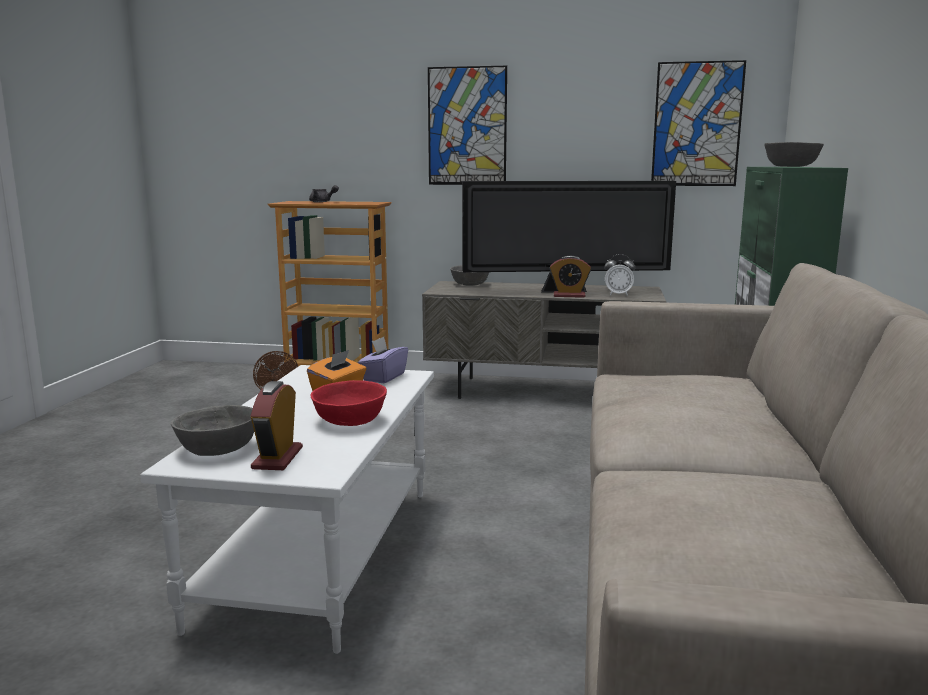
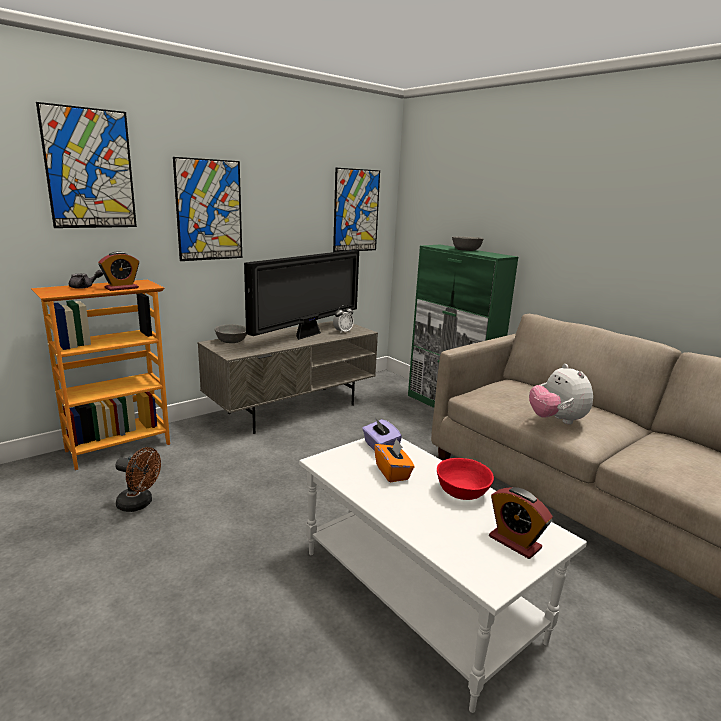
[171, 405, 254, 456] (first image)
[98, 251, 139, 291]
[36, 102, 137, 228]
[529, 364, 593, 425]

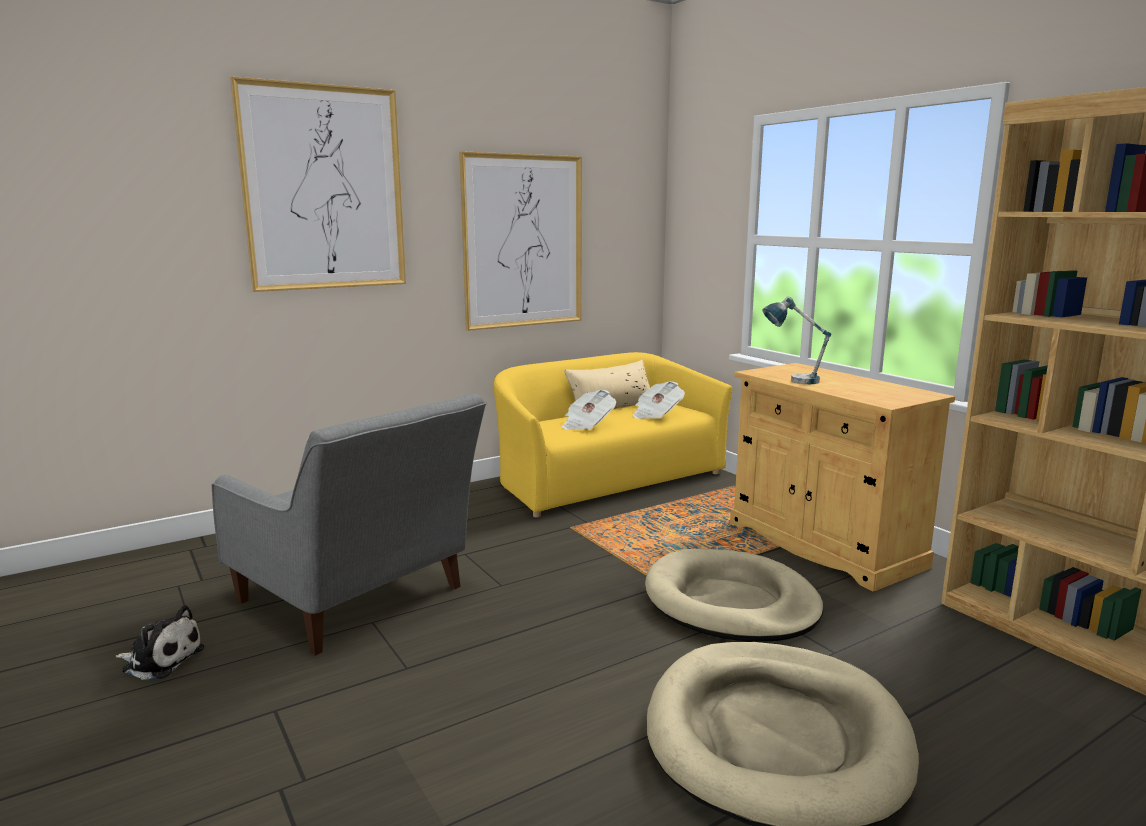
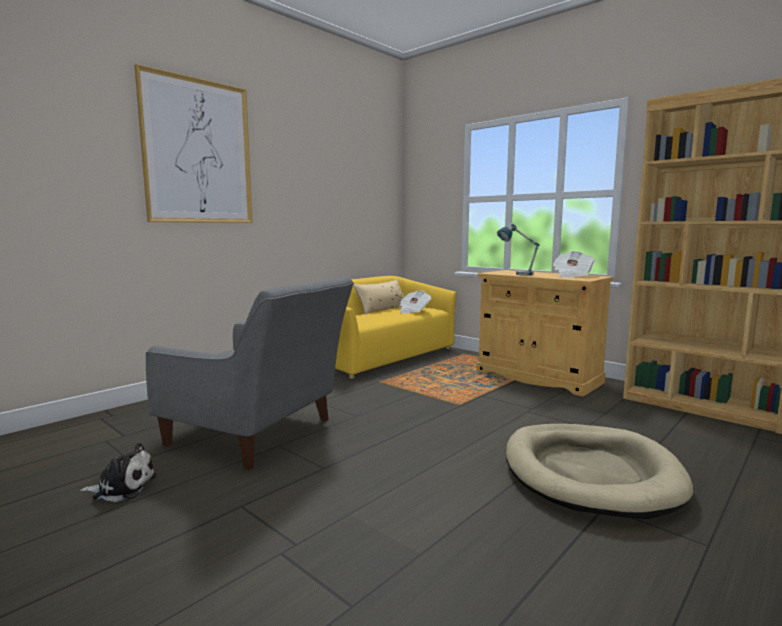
[459, 151, 582, 331] (first image)
[553, 251, 596, 278]
[645, 549, 824, 642] (first image)

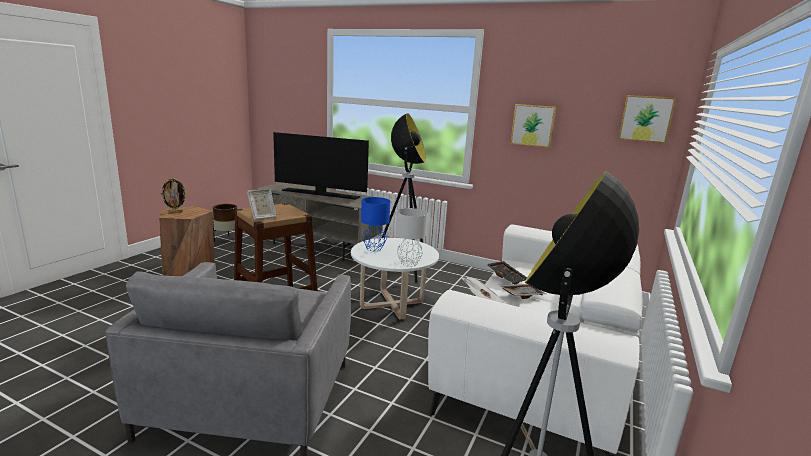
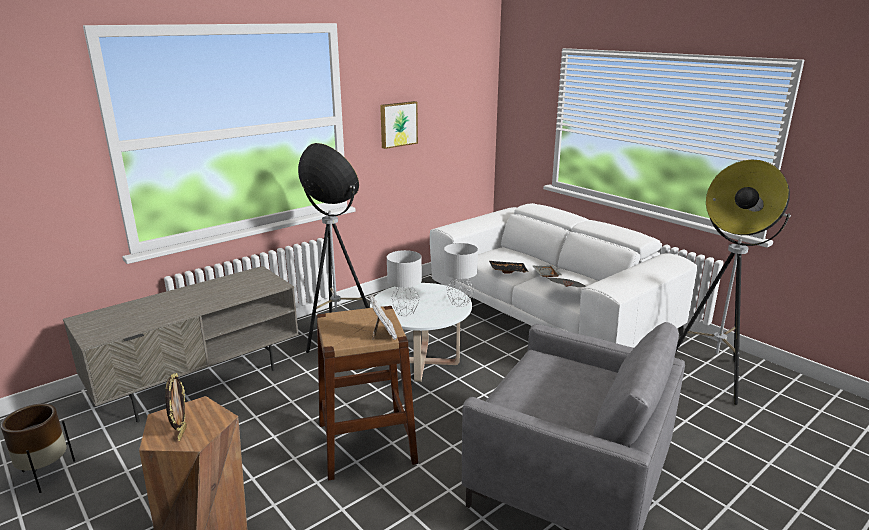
[273, 132, 369, 200] (first image)
[387, 250, 422, 316]
[618, 95, 676, 143] (first image)

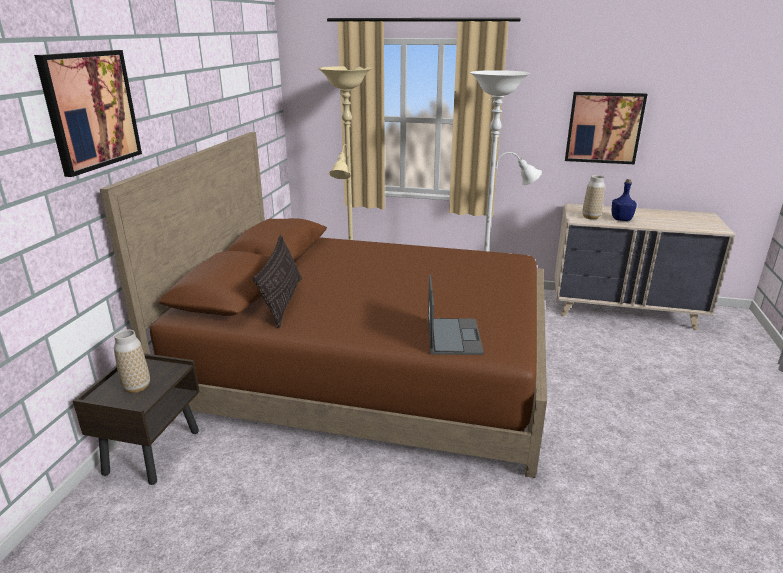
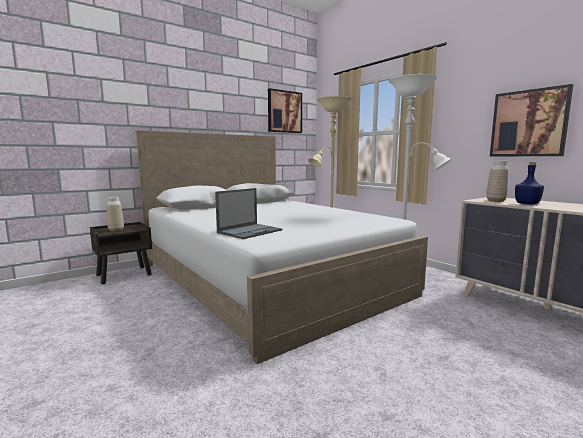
[268, 88, 302, 133]
[136, 131, 428, 364]
[253, 235, 302, 328] (first image)

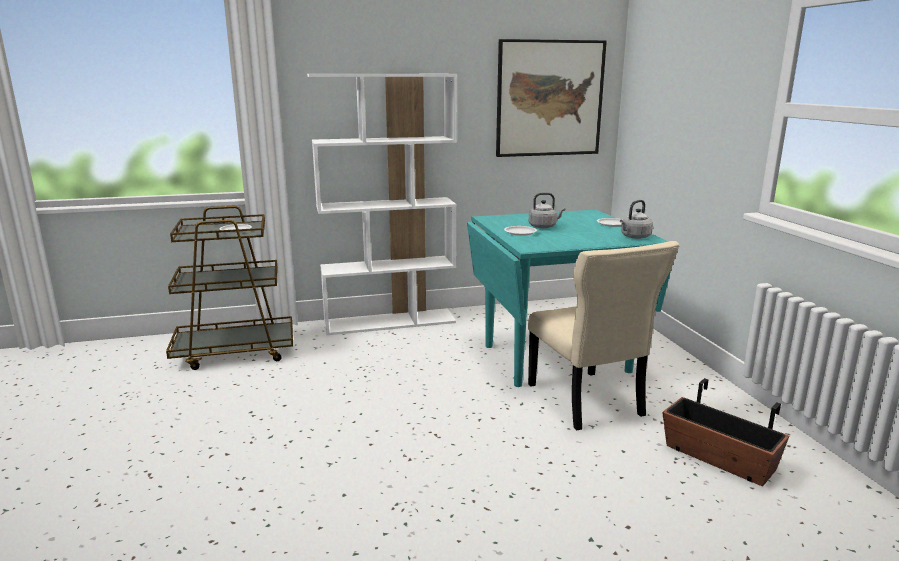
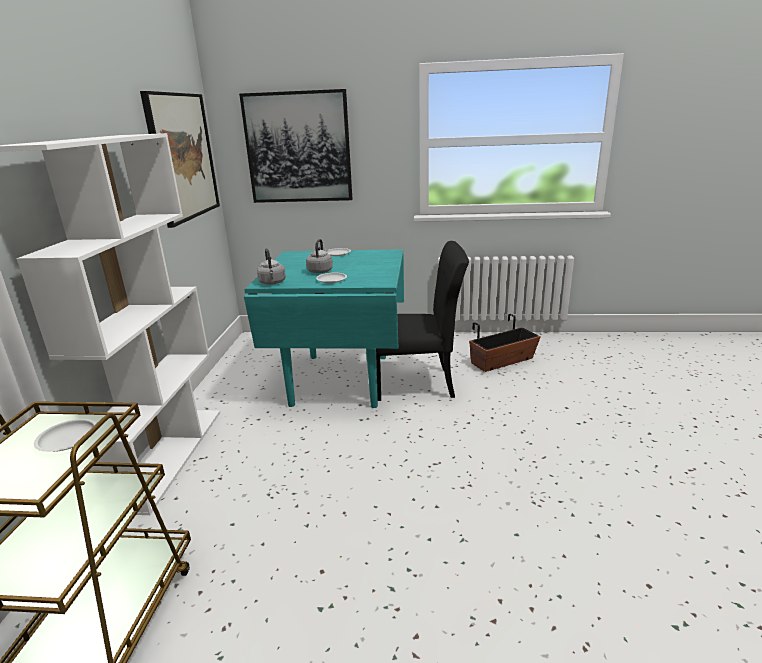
[376, 241, 469, 401]
[257, 248, 286, 285]
[239, 89, 352, 203]

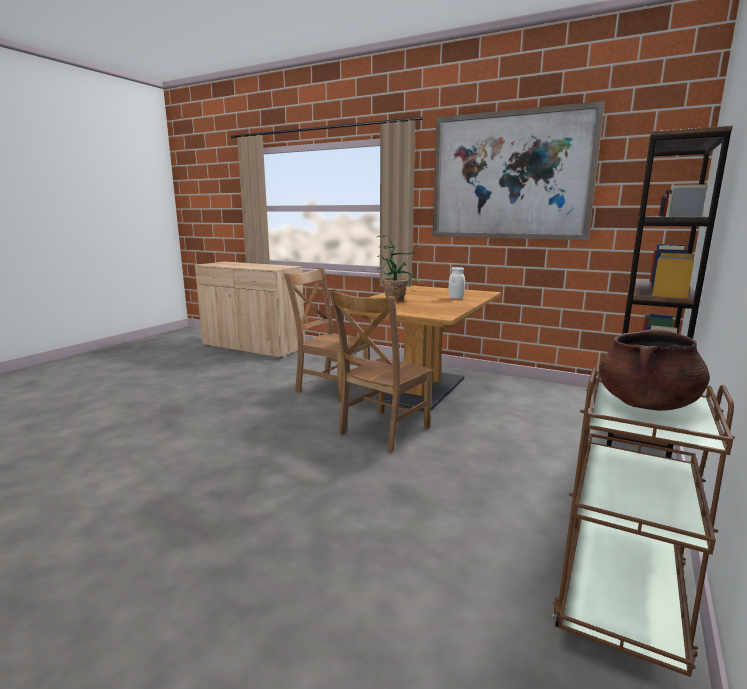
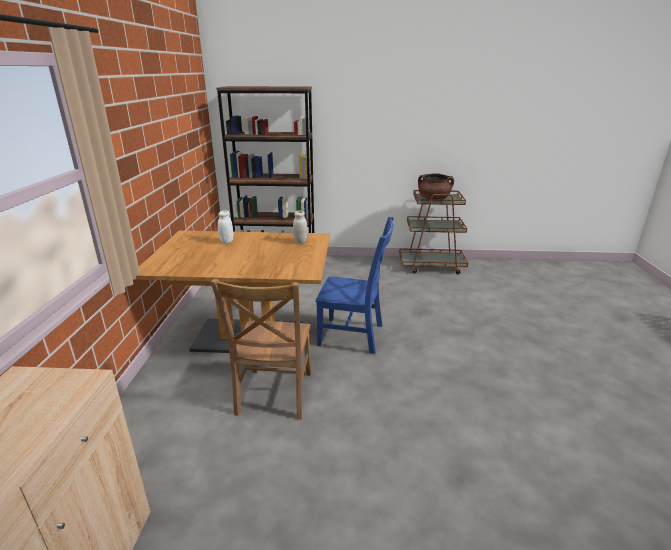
[316, 217, 394, 354]
[377, 235, 424, 302] (first image)
[433, 101, 605, 240] (first image)
[293, 211, 308, 244]

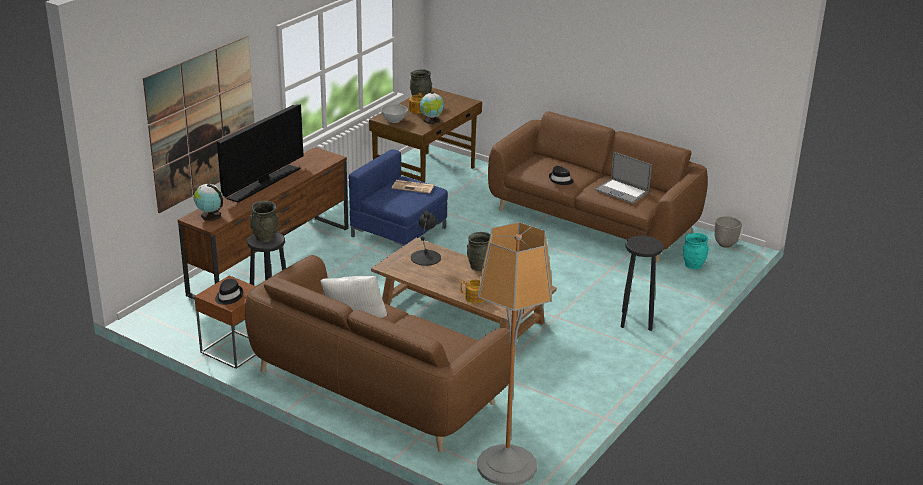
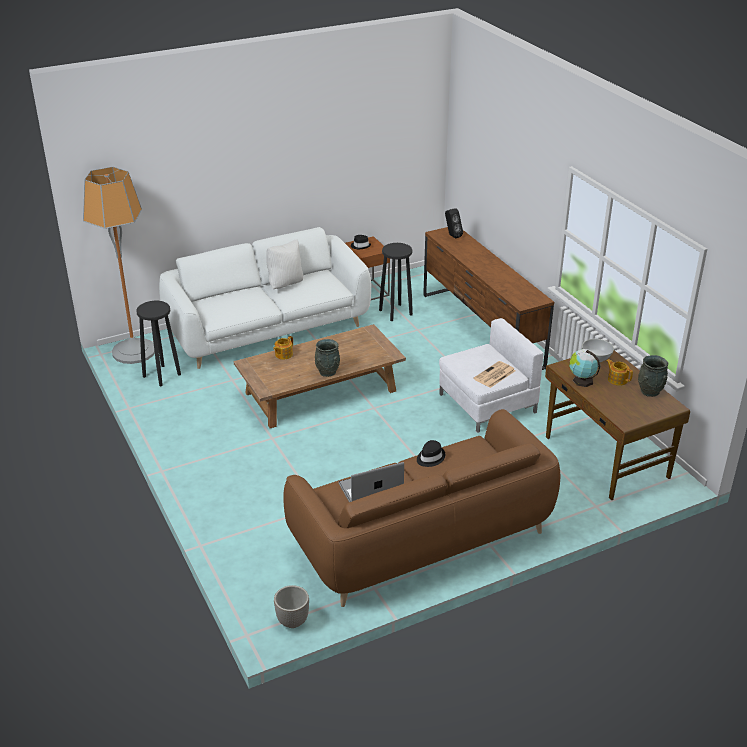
[143, 36, 254, 213] (first image)
[445, 208, 463, 239]
[217, 104, 303, 203] (first image)
[159, 227, 371, 369]
[250, 201, 279, 242] (first image)
[439, 318, 544, 433]
[411, 211, 441, 266] (first image)
[136, 301, 181, 386]
[683, 233, 709, 269] (first image)

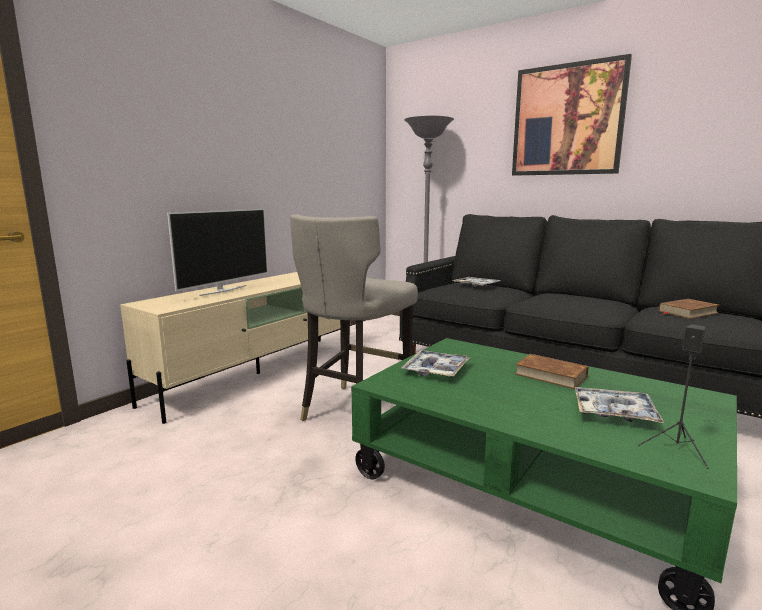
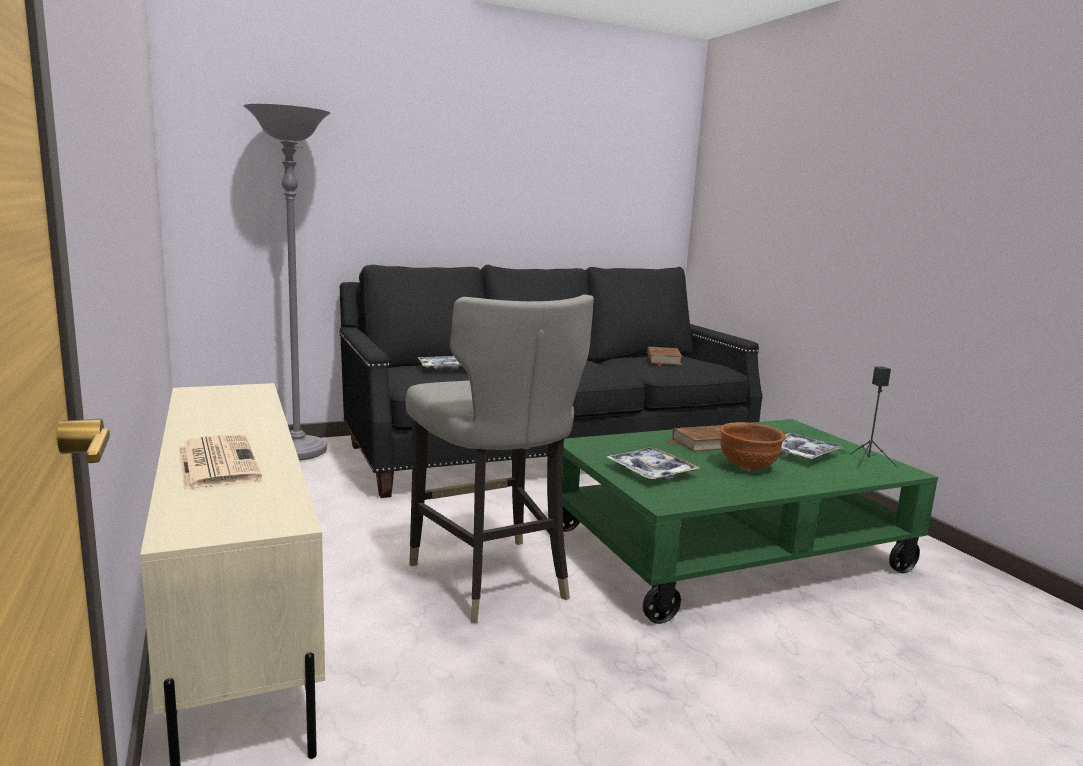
[179, 434, 262, 490]
[512, 54, 632, 176] (first image)
[720, 422, 786, 471]

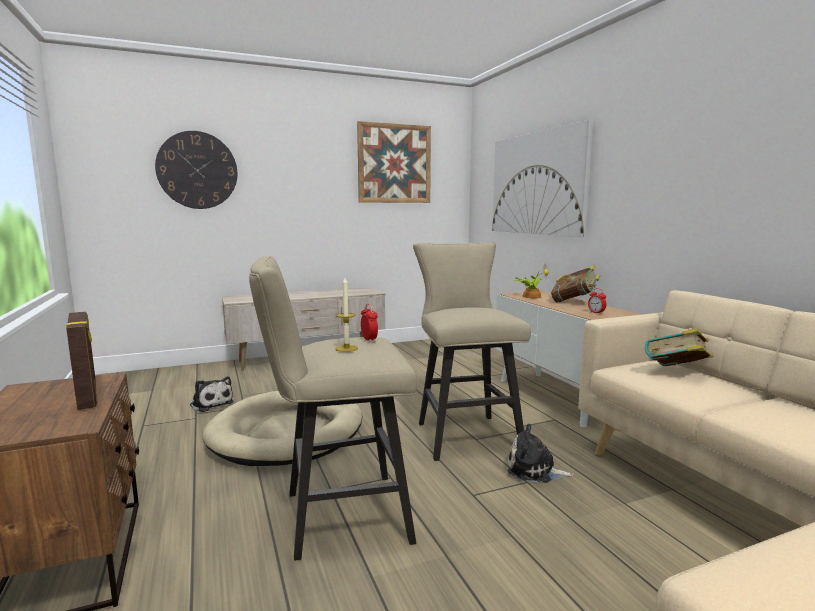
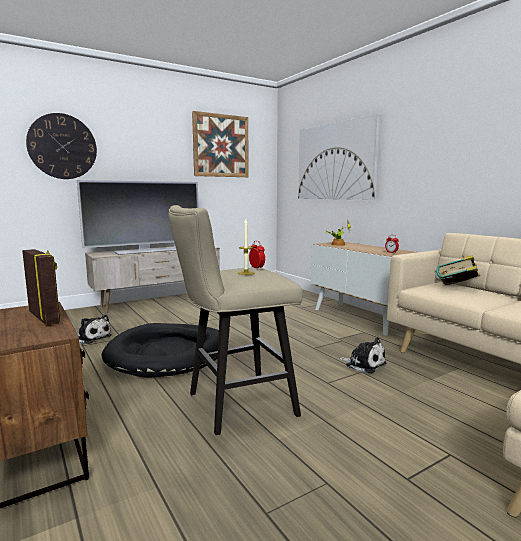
[101, 323, 219, 378]
[413, 242, 531, 461] (first image)
[339, 337, 386, 373]
[551, 265, 601, 302] (first image)
[77, 180, 199, 255]

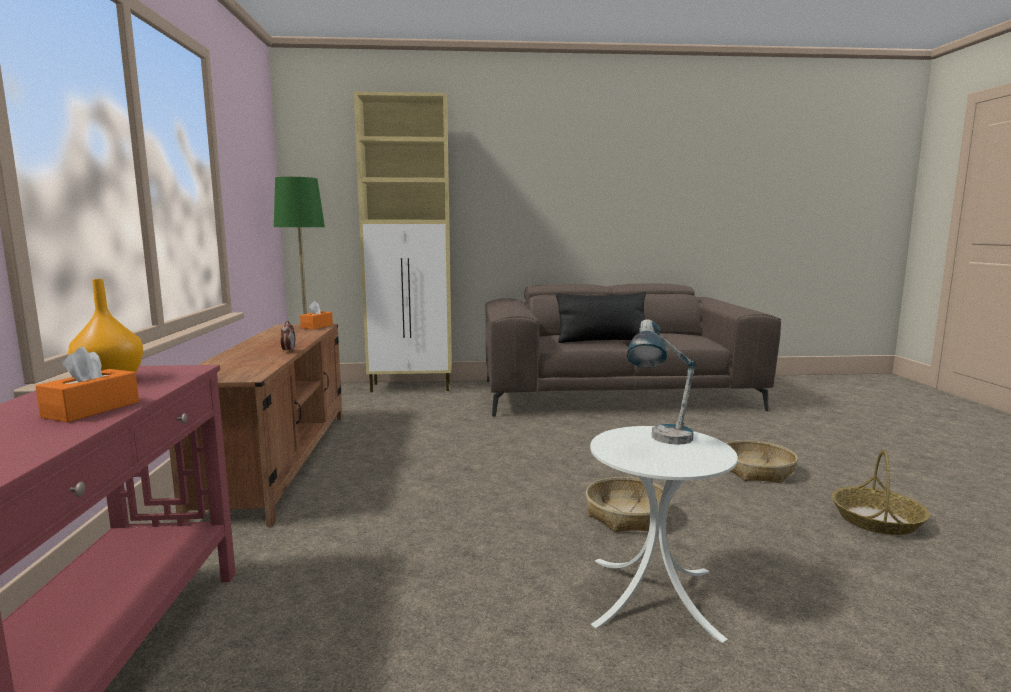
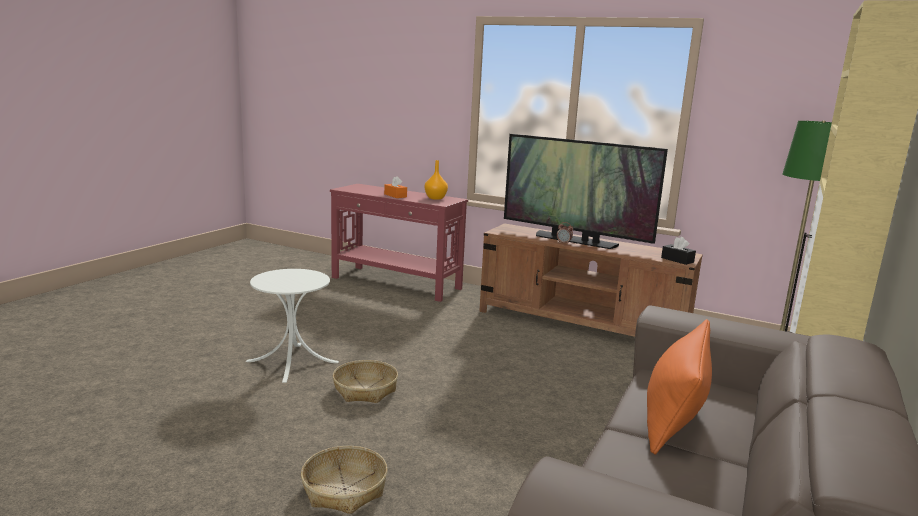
[661, 237, 696, 265]
[647, 319, 712, 455]
[627, 319, 696, 445] (first image)
[832, 450, 930, 535] (first image)
[504, 134, 668, 249]

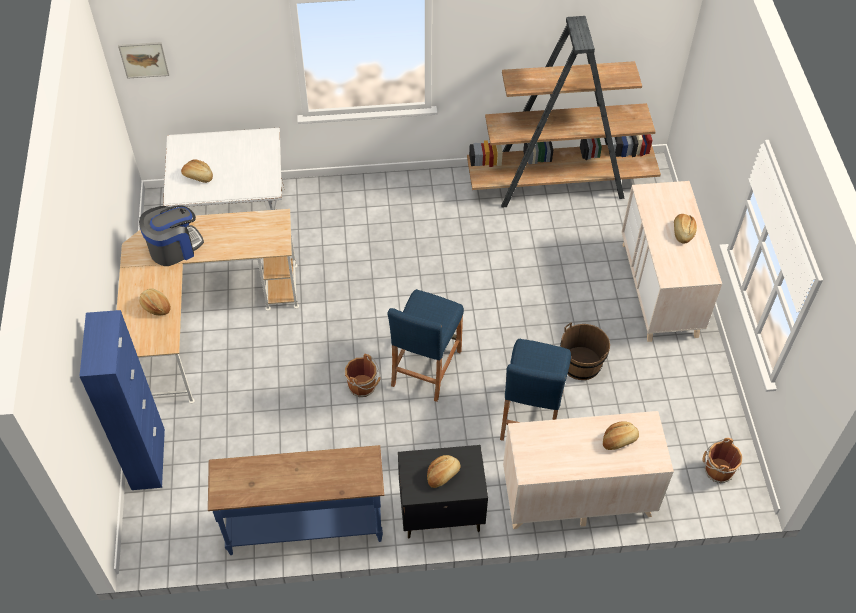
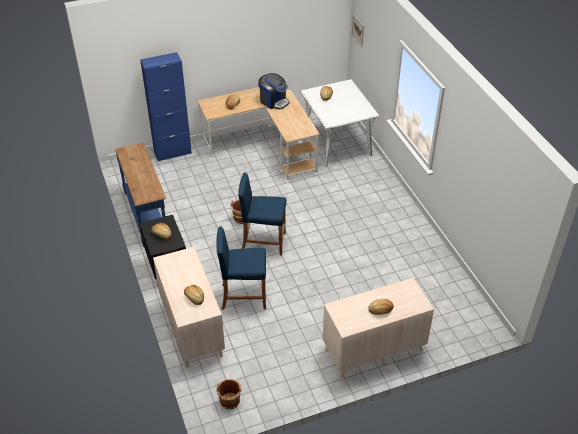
[467, 16, 661, 208] (first image)
[560, 323, 610, 380] (first image)

